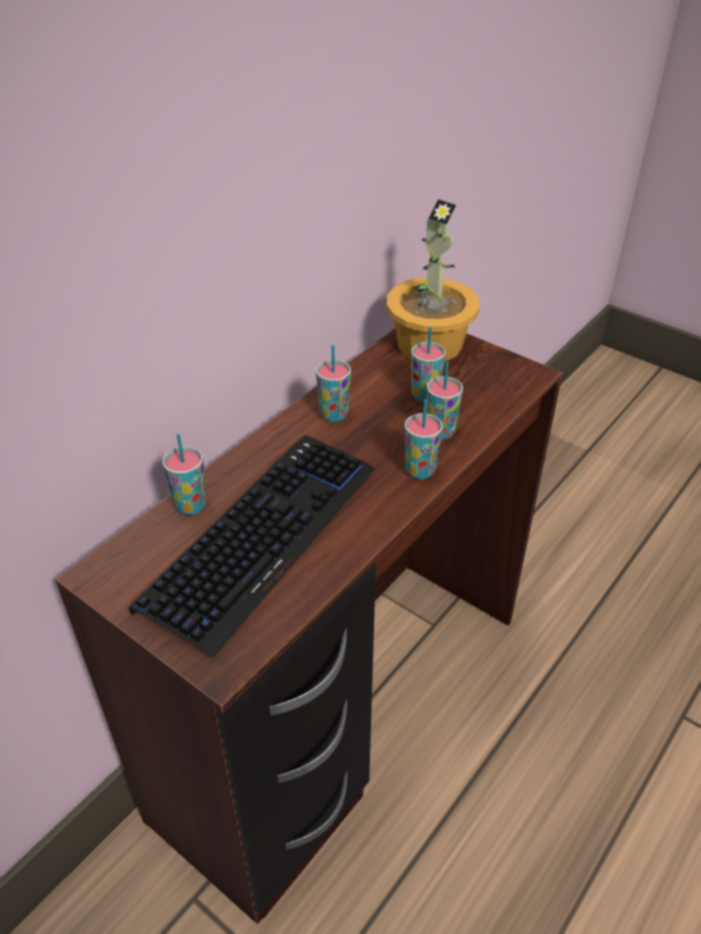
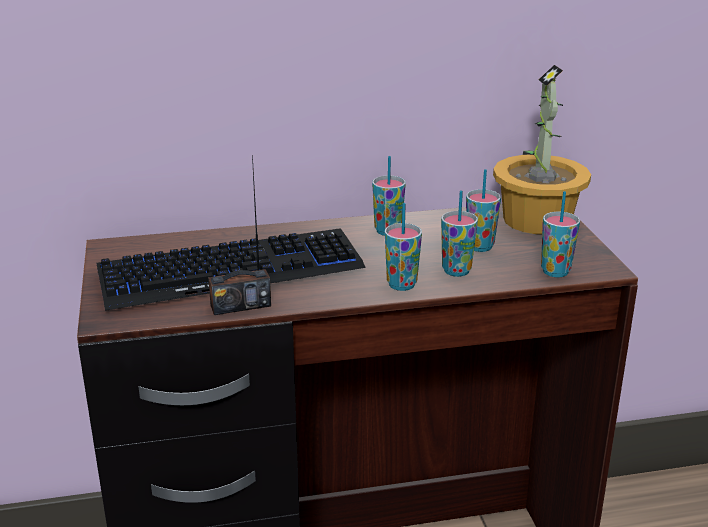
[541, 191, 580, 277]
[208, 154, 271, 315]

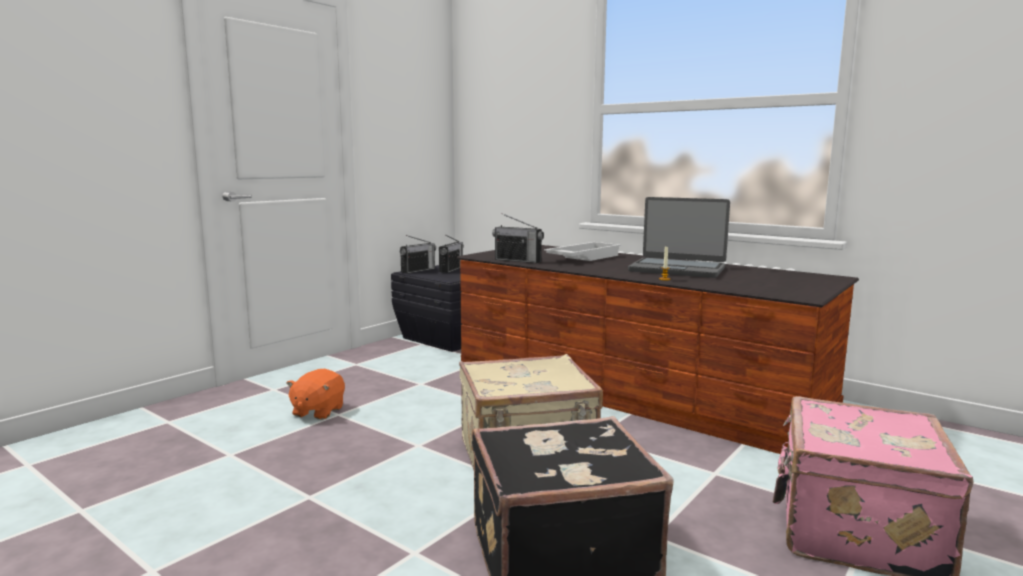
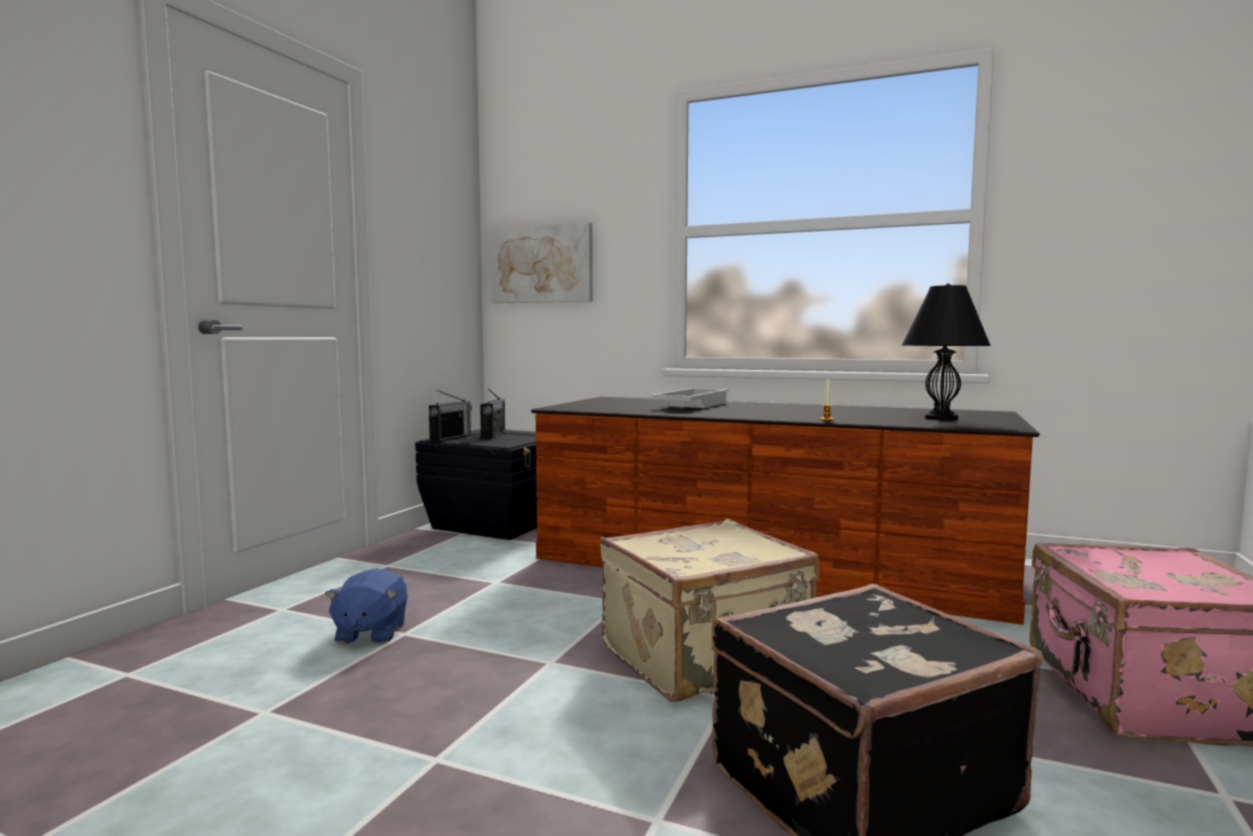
[325, 569, 408, 644]
[492, 213, 544, 263] (first image)
[628, 197, 730, 278] (first image)
[490, 222, 593, 303]
[902, 283, 991, 420]

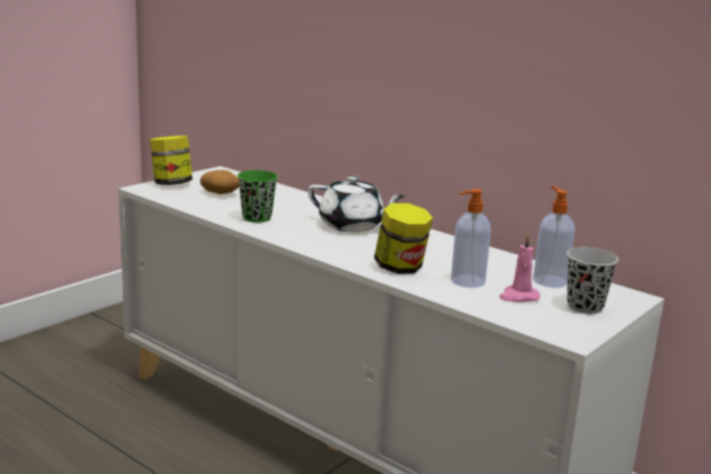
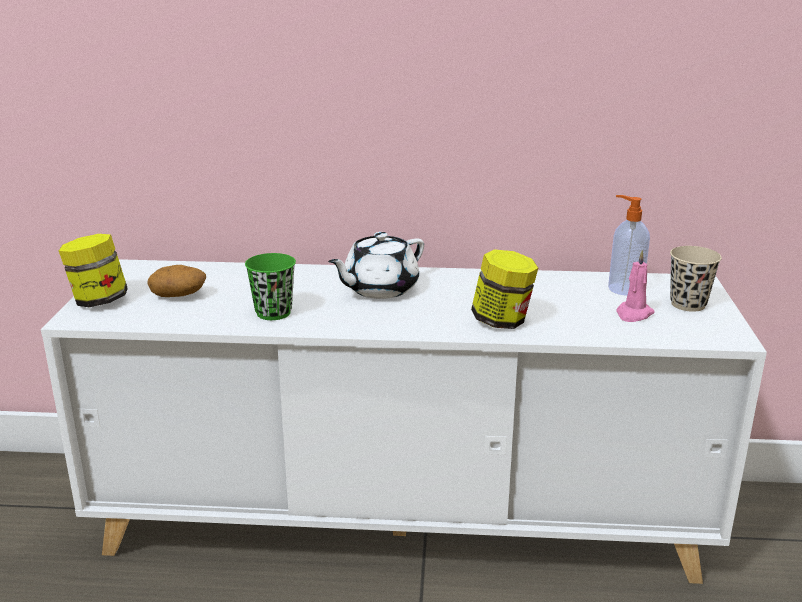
[328, 232, 424, 299]
[451, 189, 491, 288] (first image)
[670, 246, 722, 312]

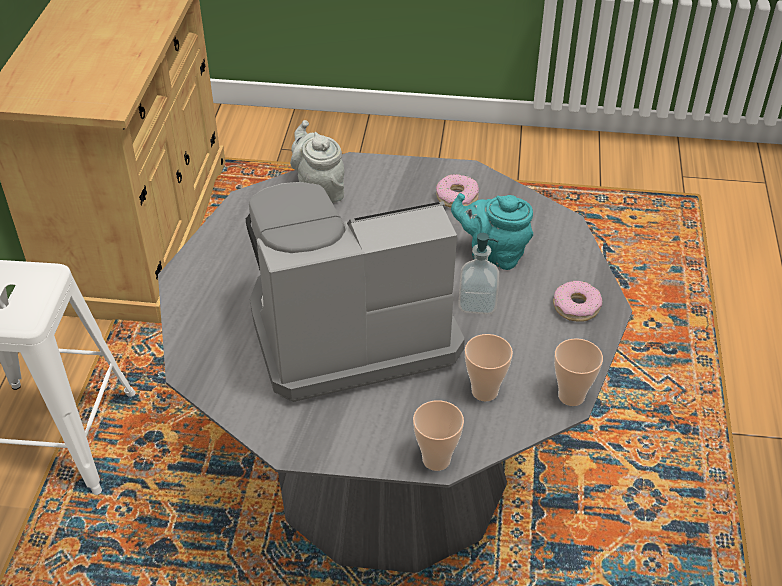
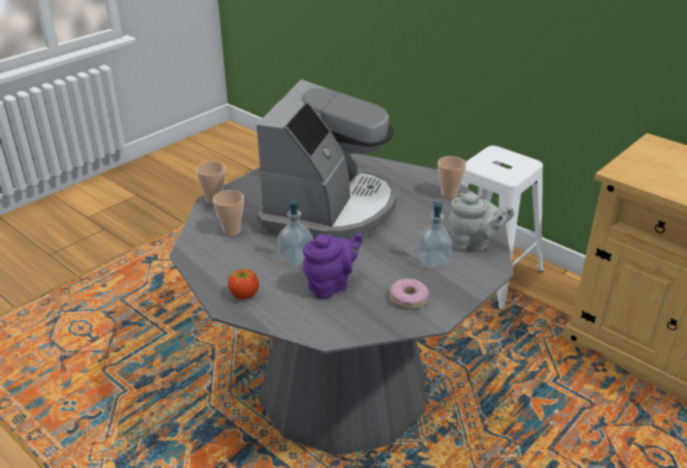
[303, 232, 362, 299]
[228, 267, 259, 299]
[438, 156, 467, 198]
[417, 202, 452, 269]

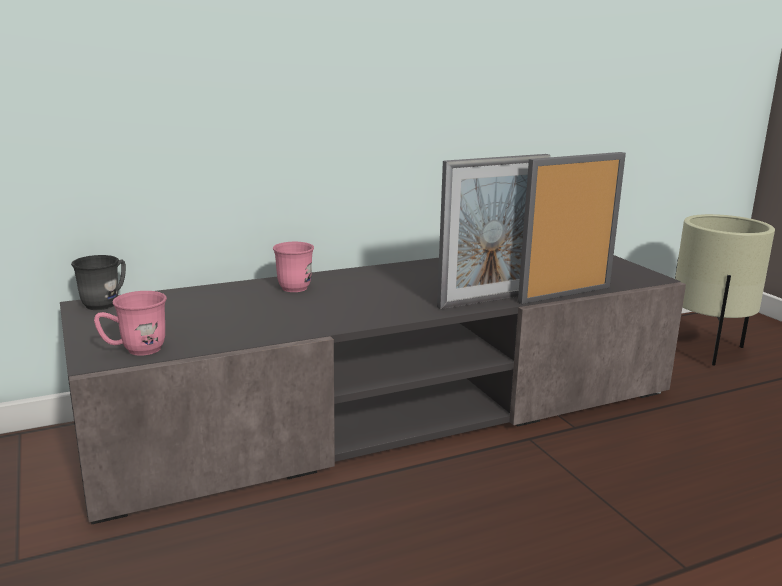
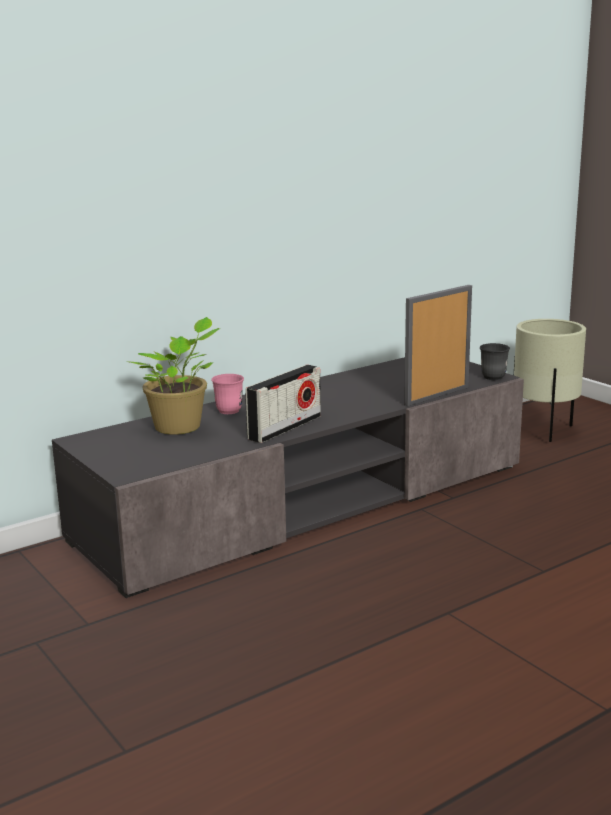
[480, 343, 510, 380]
[94, 291, 167, 356] (first image)
[437, 154, 550, 309] (first image)
[130, 317, 220, 435]
[245, 365, 321, 443]

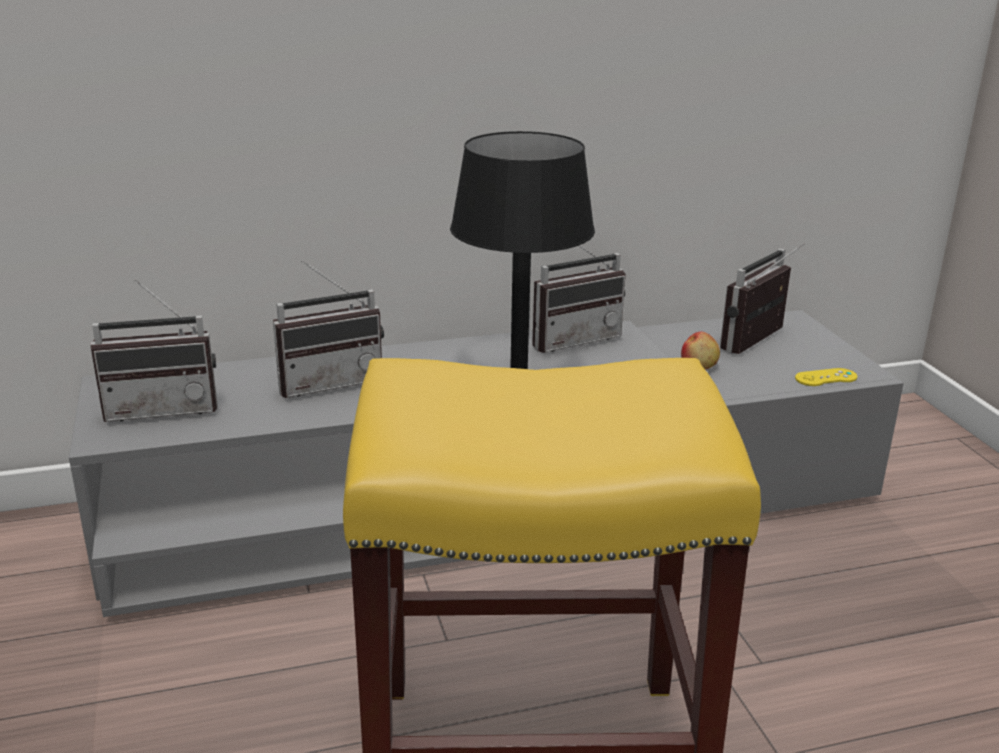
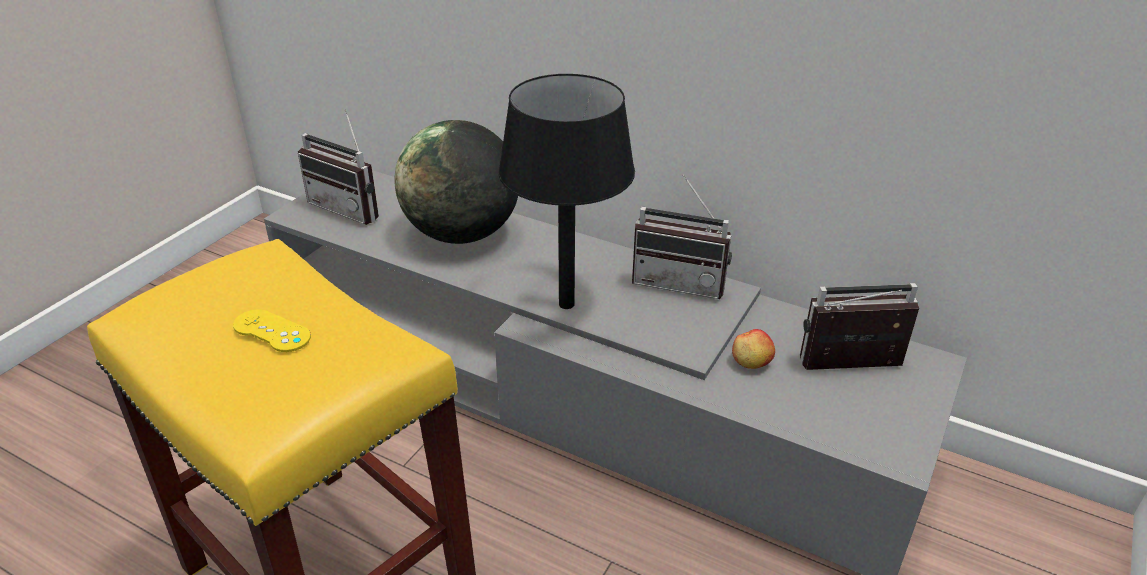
[394, 120, 518, 244]
[233, 309, 311, 352]

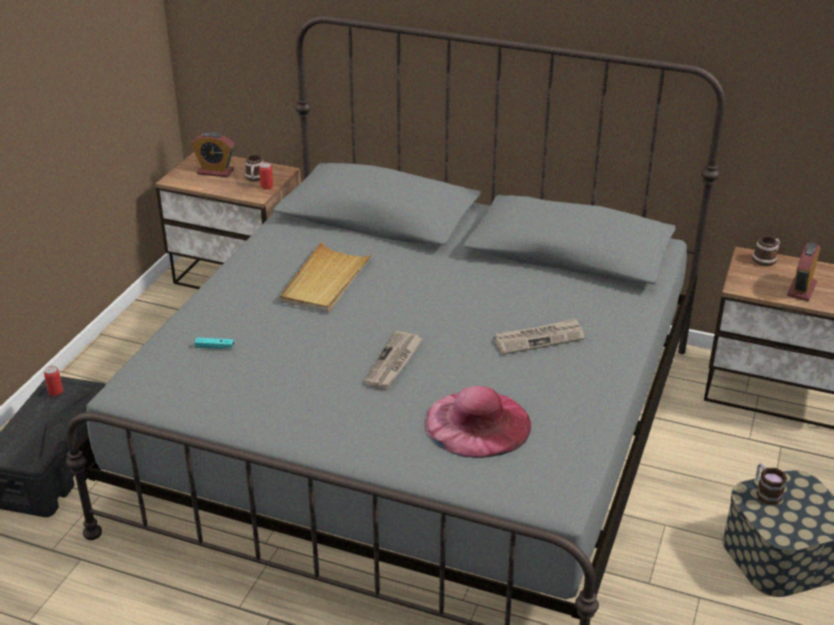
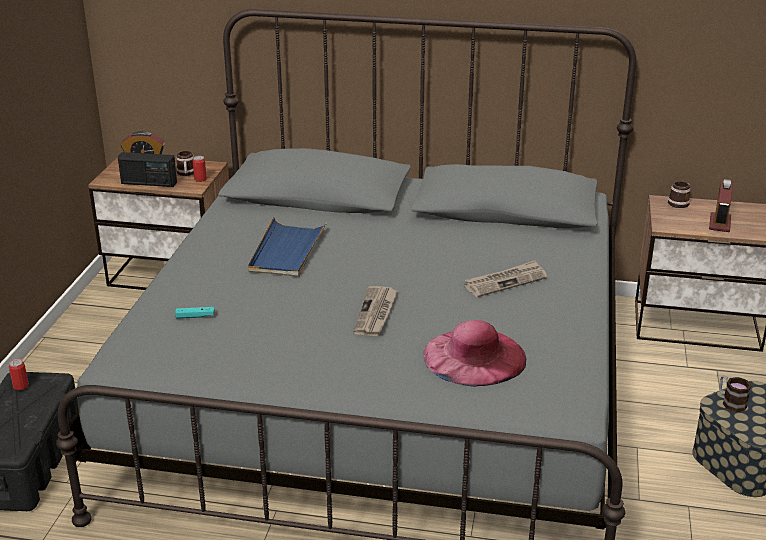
[248, 217, 327, 277]
[118, 152, 177, 187]

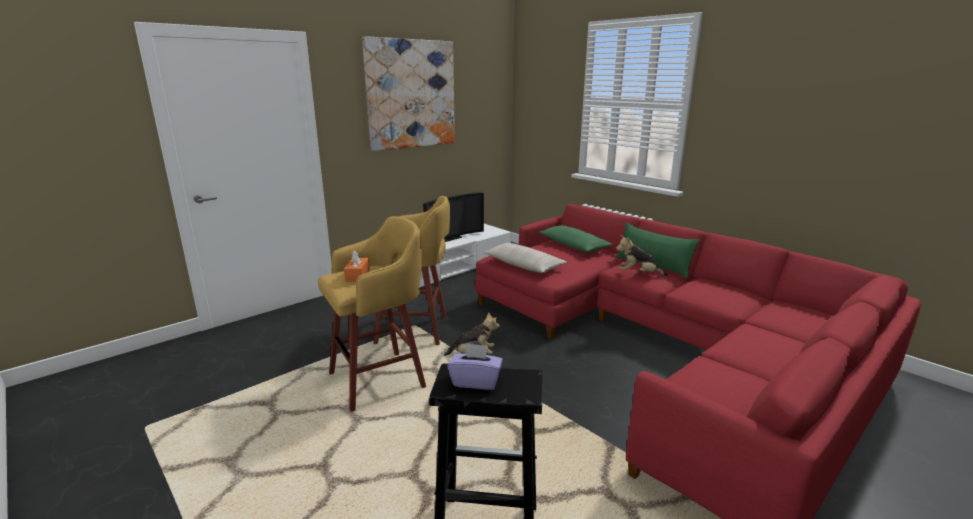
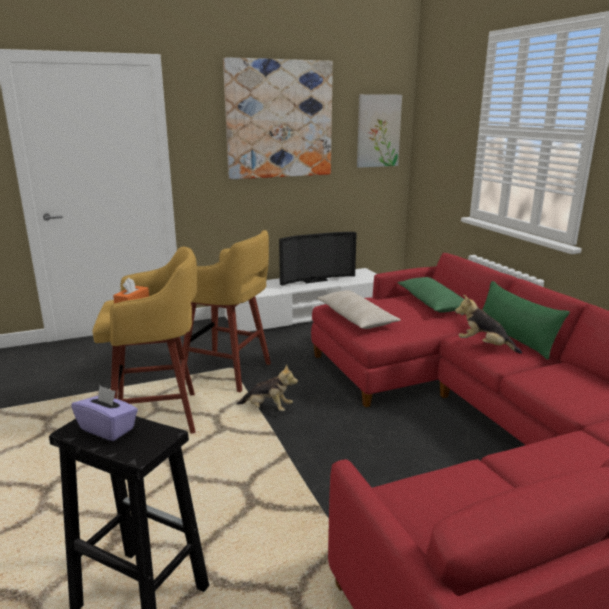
[357, 94, 402, 168]

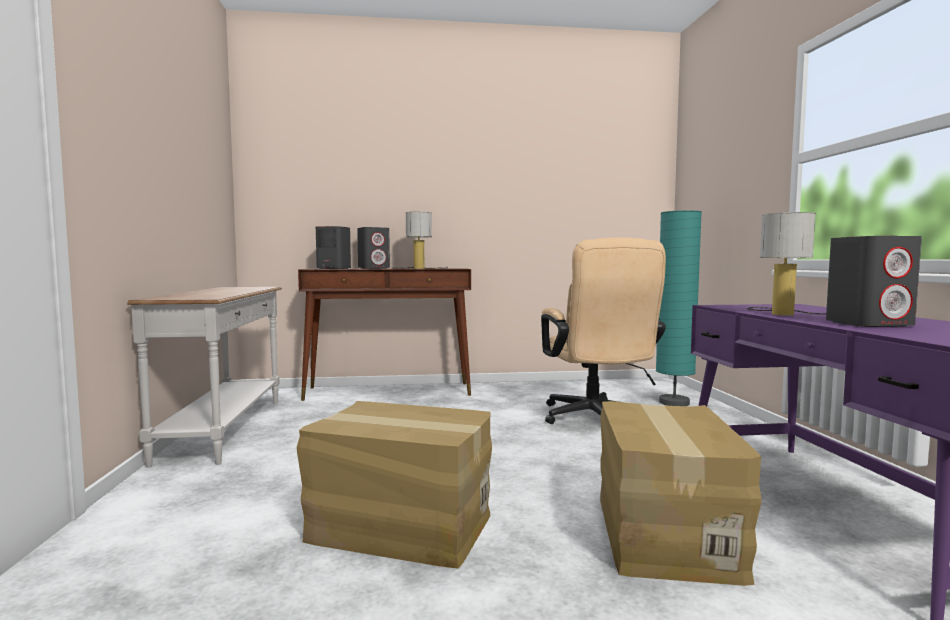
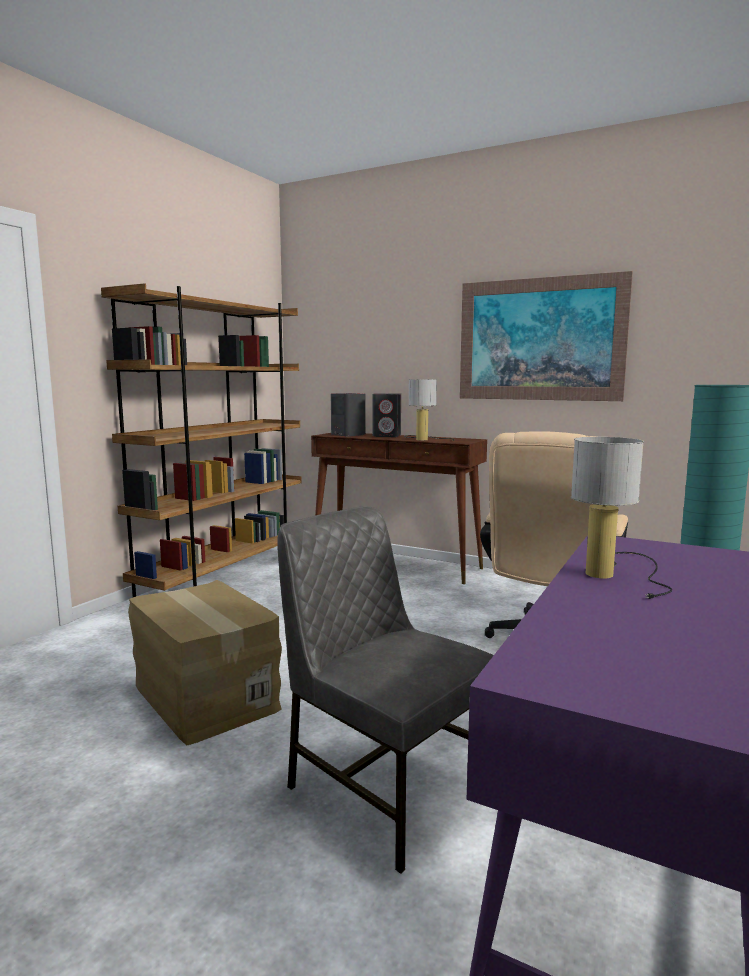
[101, 283, 302, 597]
[277, 506, 494, 874]
[826, 236, 922, 327] (first image)
[460, 271, 633, 401]

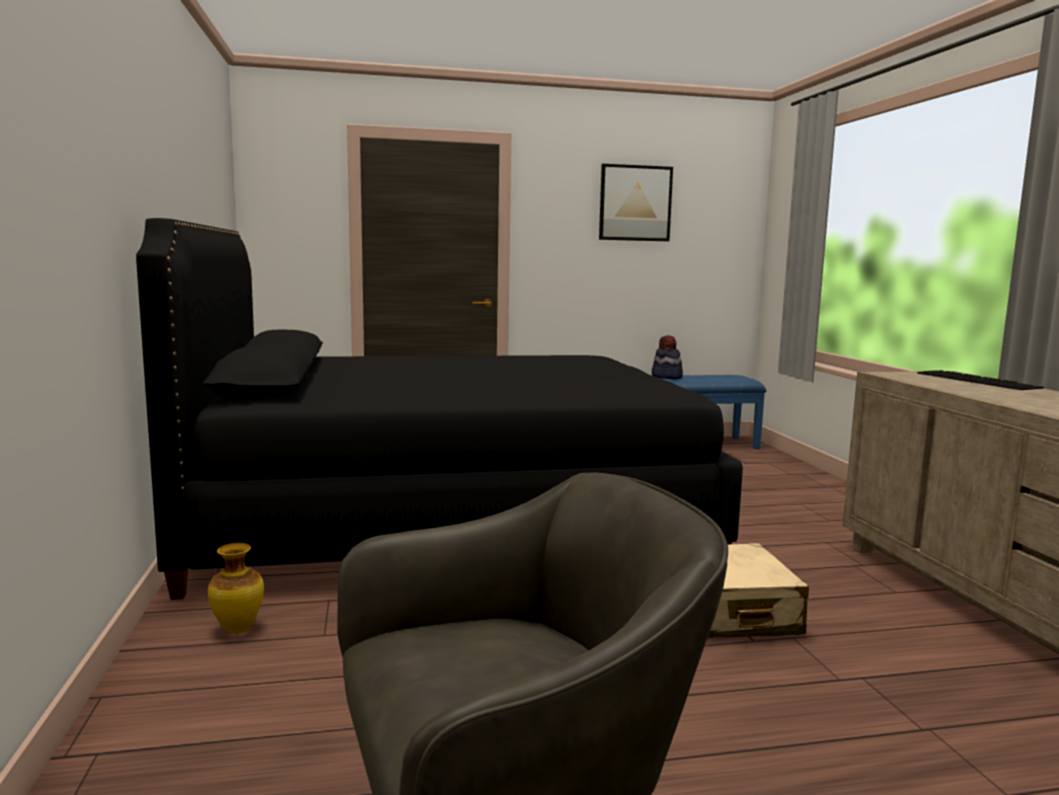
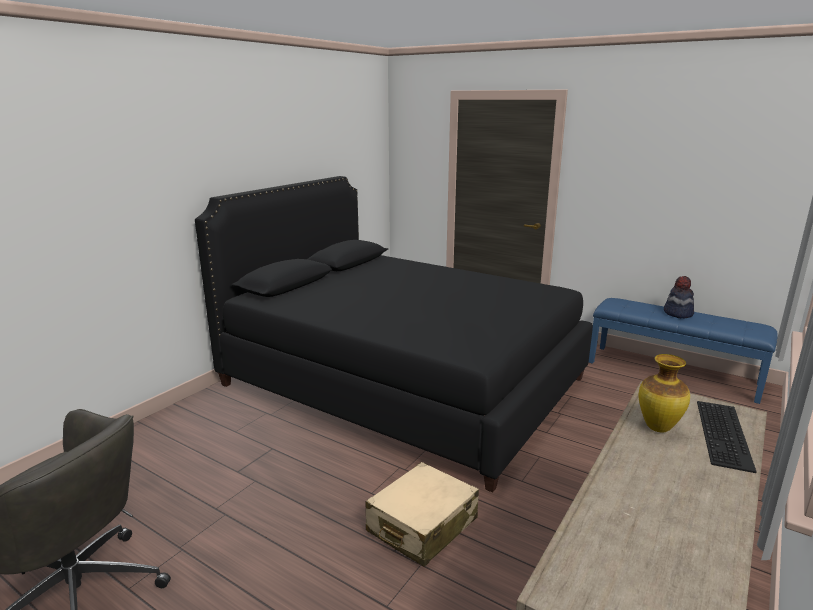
[639, 354, 690, 432]
[599, 164, 673, 241] (first image)

